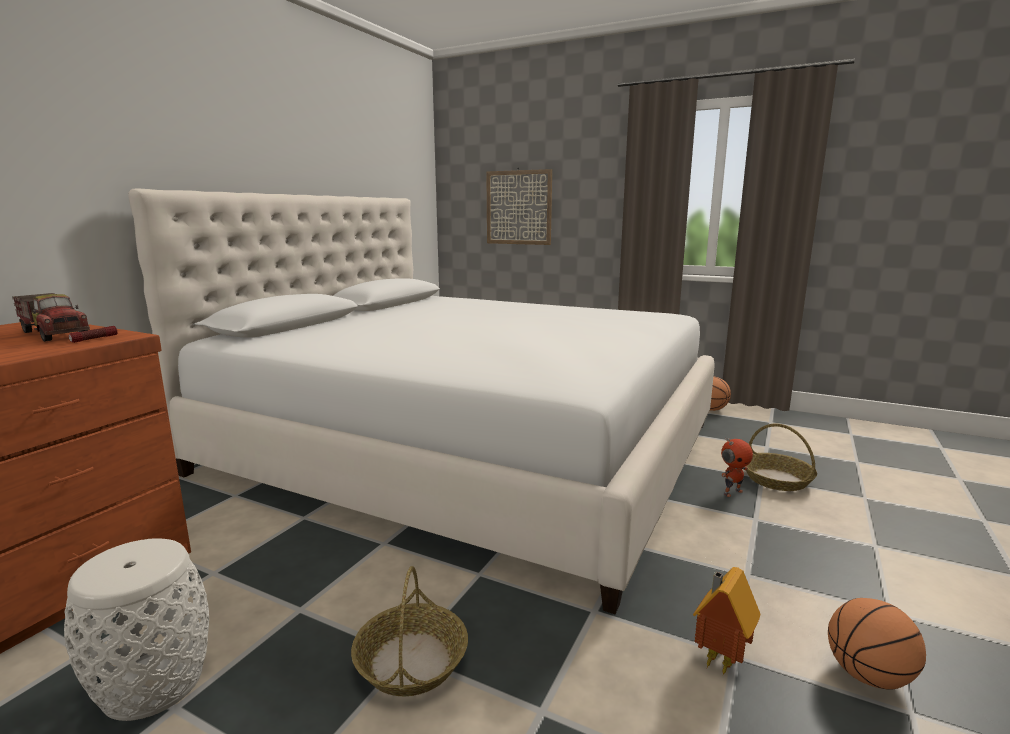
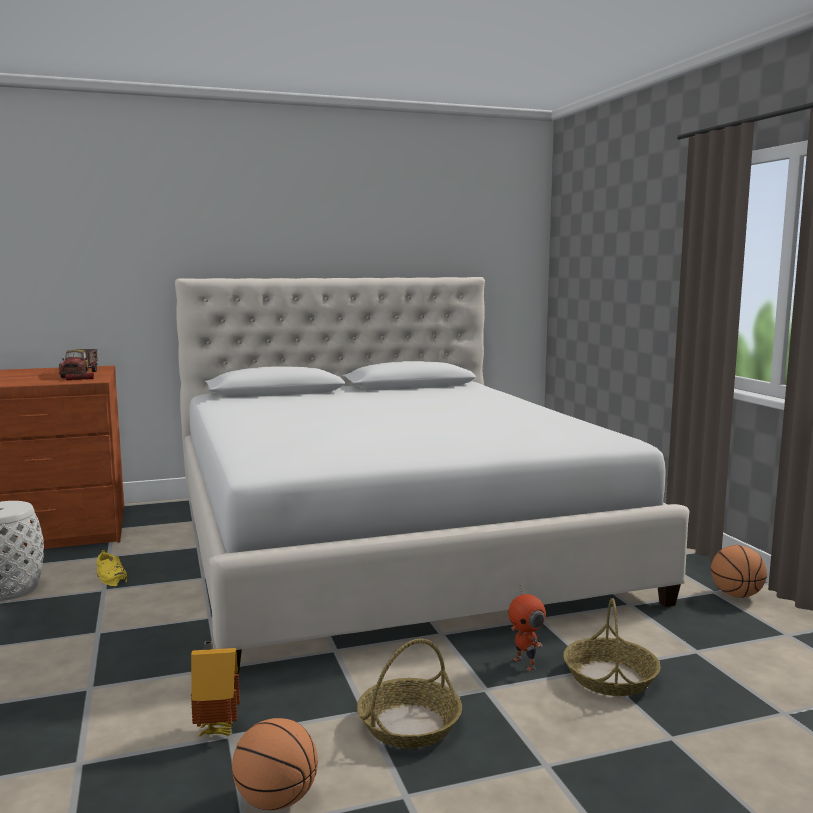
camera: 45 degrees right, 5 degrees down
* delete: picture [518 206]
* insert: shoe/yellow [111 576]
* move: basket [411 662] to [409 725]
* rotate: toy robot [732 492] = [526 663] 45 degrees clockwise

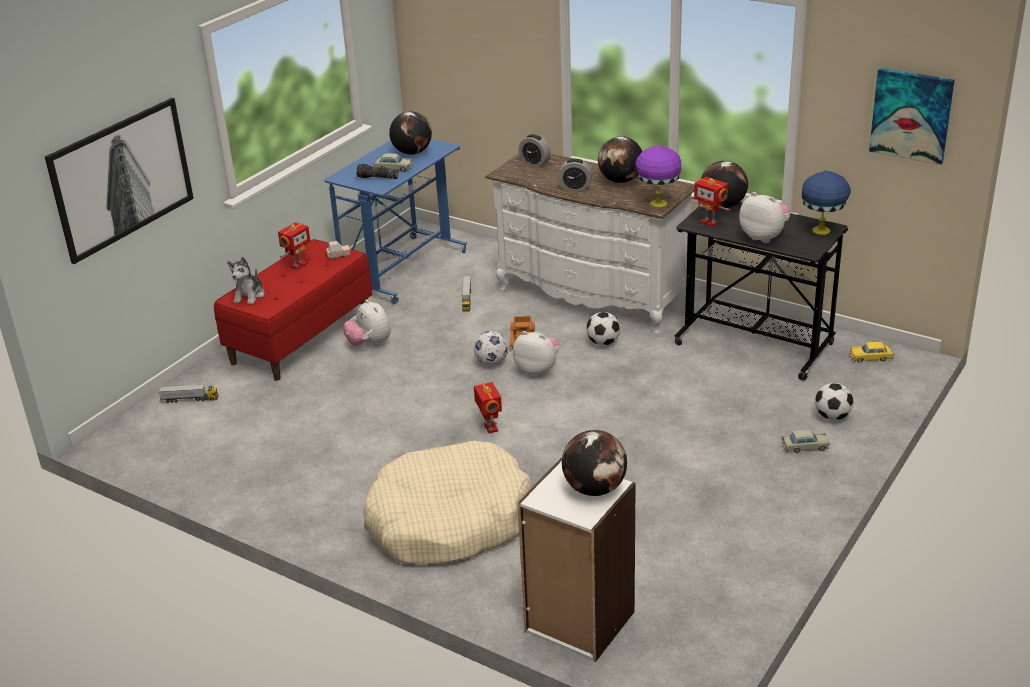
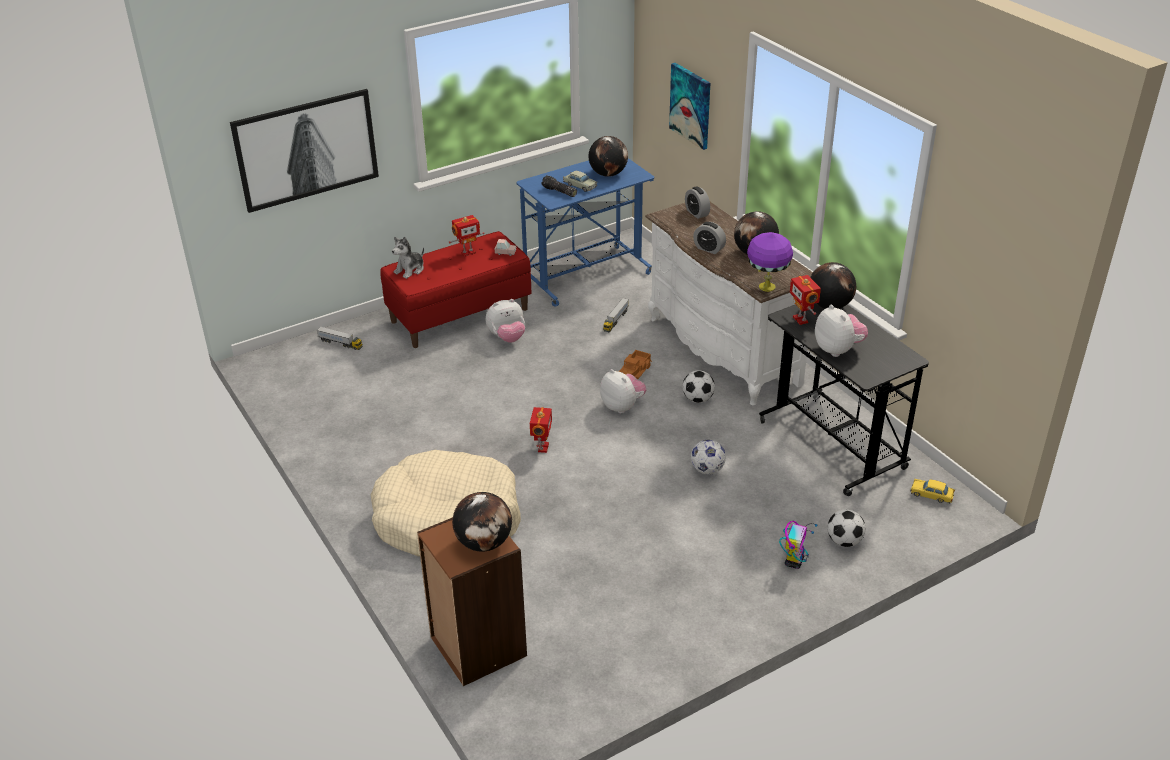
camera: 25 degrees right, 5 degrees up
* delete: table lamp/blue [822 230]
* move: football [491 362] to [707 470]
* move: picture [911 115] to [691 105]
* replace: toy car/beige [805 446] to toy robot [794 561]
* recolor: bookcase/white [579 622] to bookcase/brown [477 647]
* rotate: plush toy [369 344] = [507 338] 105 degrees counterclockwise

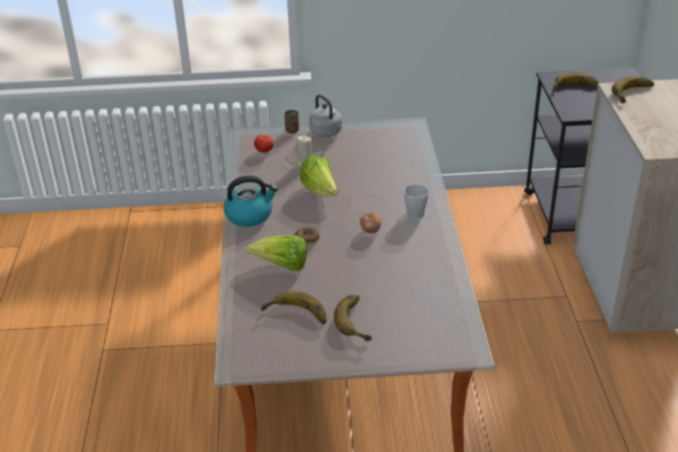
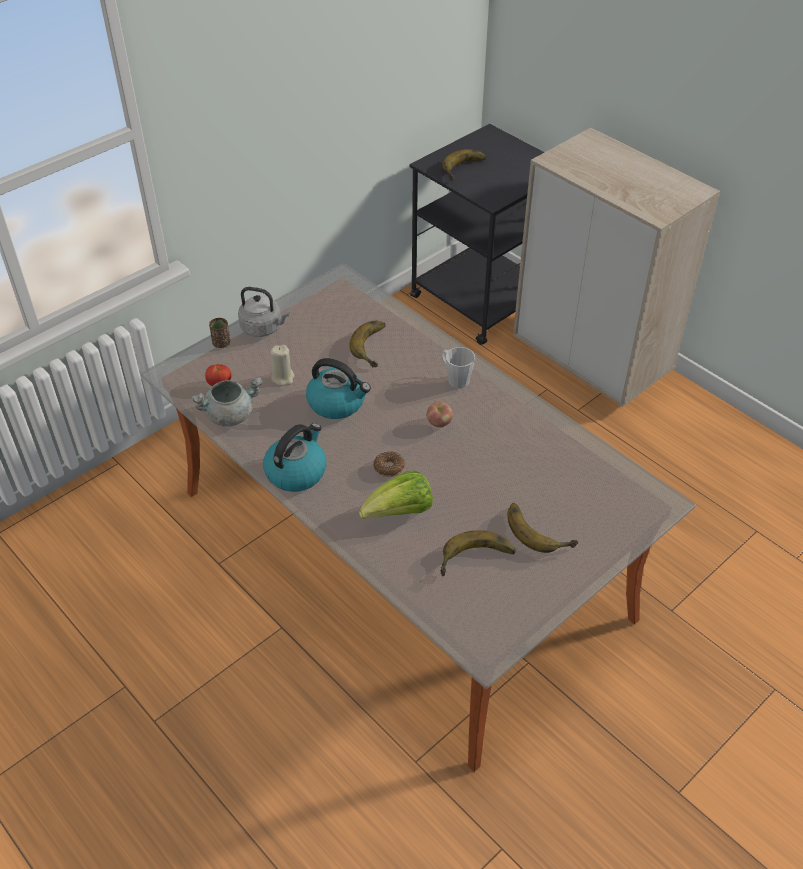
camera: 40 degrees left, 10 degrees up
* insert: cooking pot/grey [230 415]
* move: banana [635 94] to [375 346]
* replace: lettuce [320 191] to kettle [337 403]

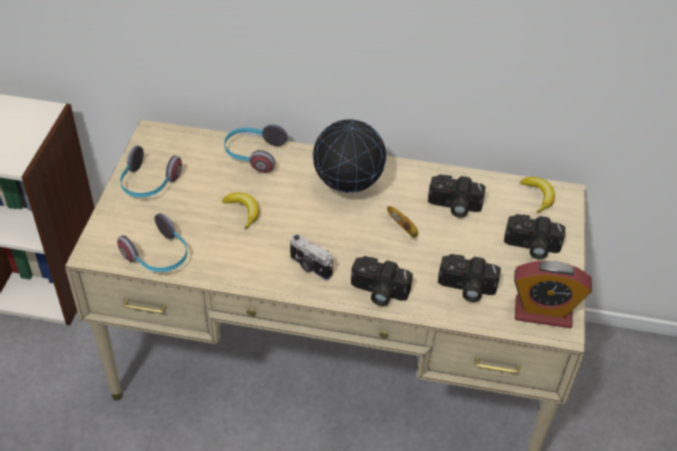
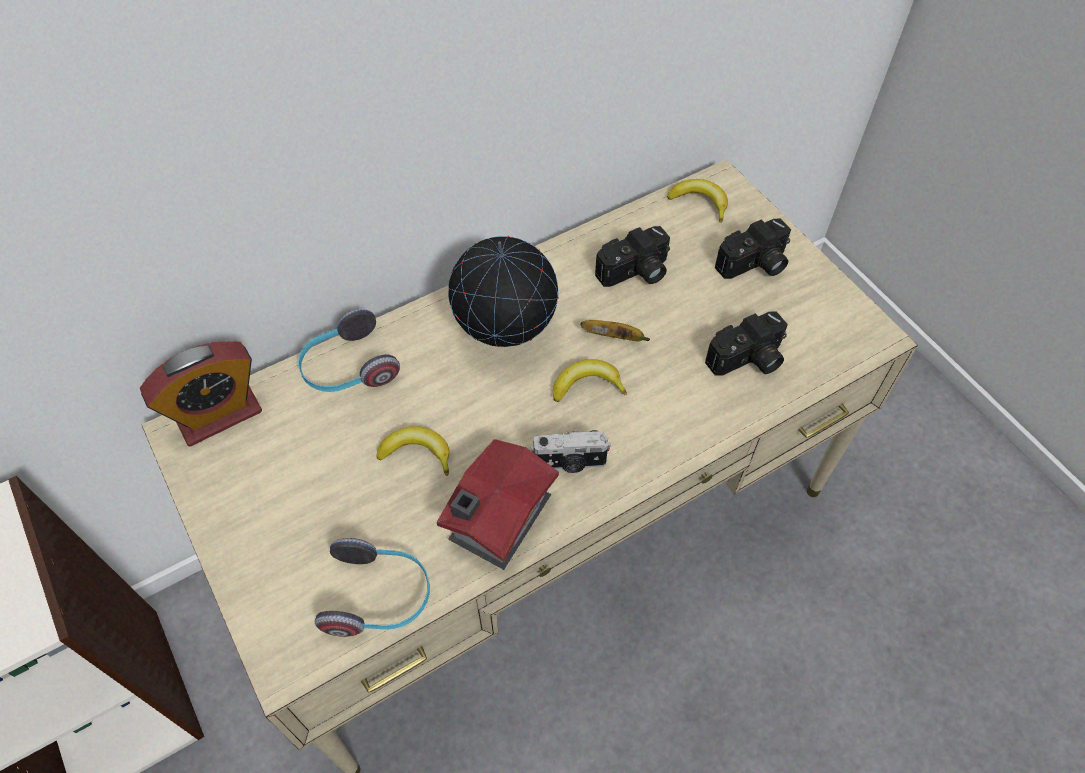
camera: 40 degrees left, 10 degrees up
* delete: headphones [148 184]
* delete: photo camera [378 292]
* insert: toy house [496 519]
* insert: banana [587 385]
* move: alarm clock [543 313] to [218 414]

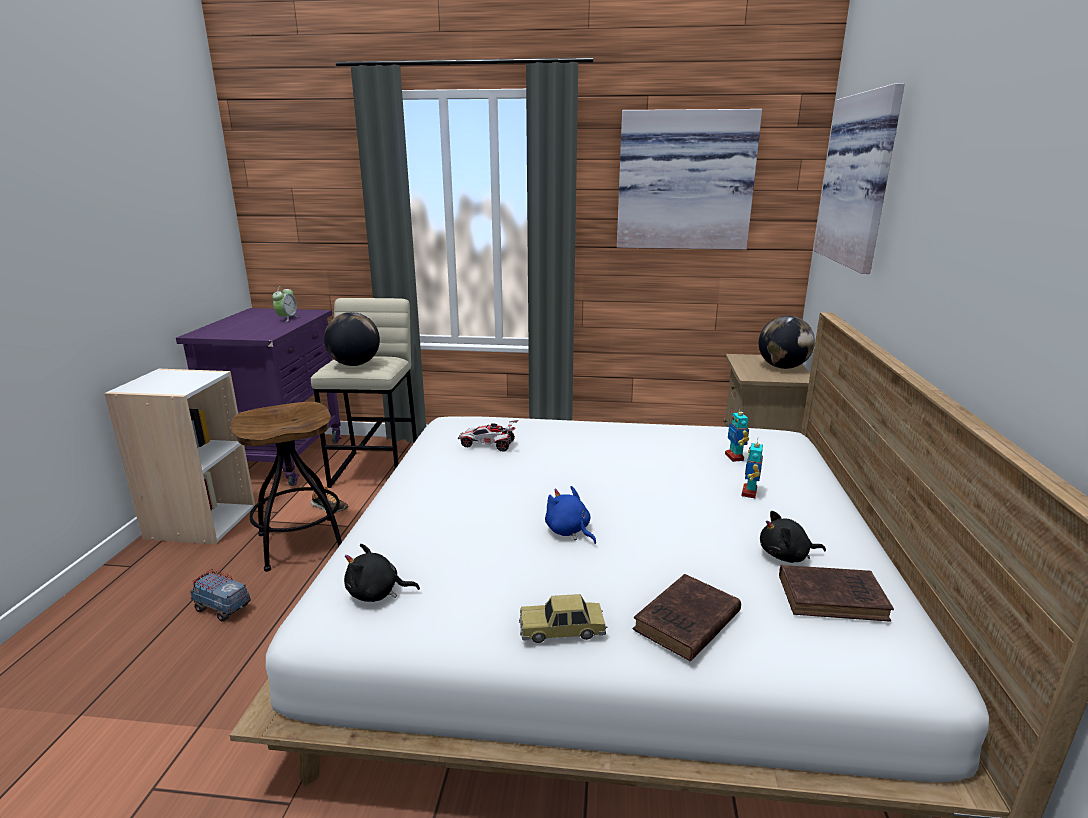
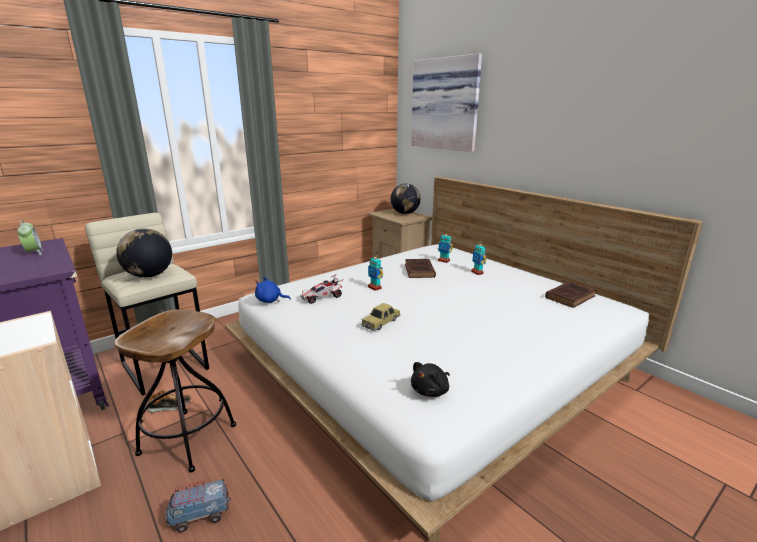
camera: 45 degrees left, 0 degrees up
* delete: picture [685 181]
* delete: plush toy/black [786 556]
* insert: toy robot [375 287]
* move: toy car [562 630] to [381 322]
* move: plush toy/blue [569 531] to [270 300]
* move: book/brown [685 623] to [419 271]

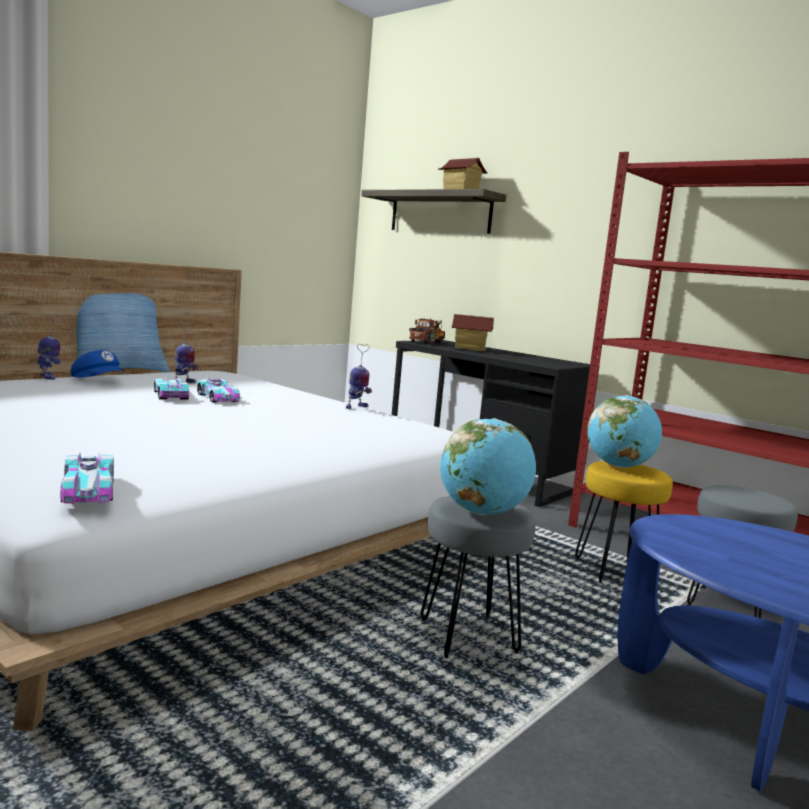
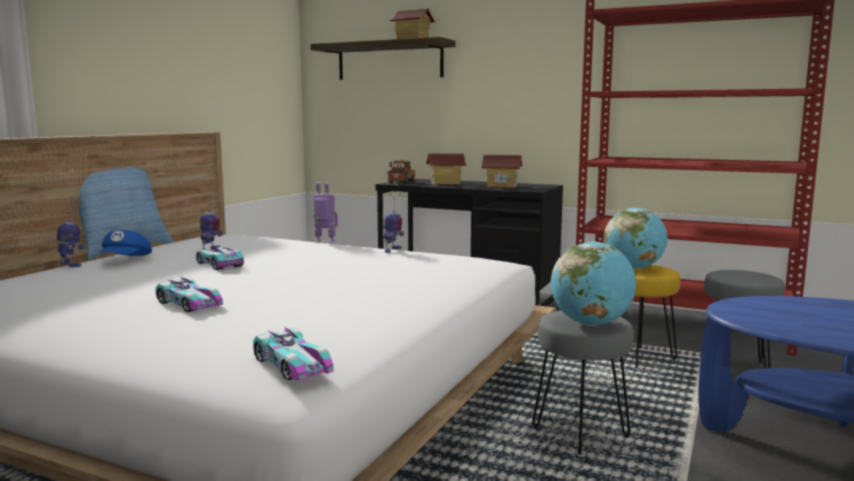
camera: 15 degrees left, 0 degrees up
* insert: toy robot [325 241]
* insert: toy house [501 186]
* move: toy car [218 398] to [189 303]
* rotate: cap/blue [98 381] = [126 261] 75 degrees clockwise

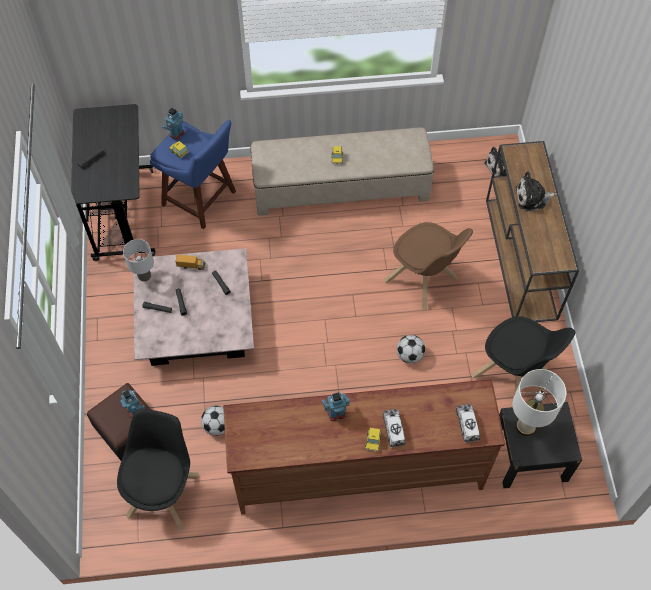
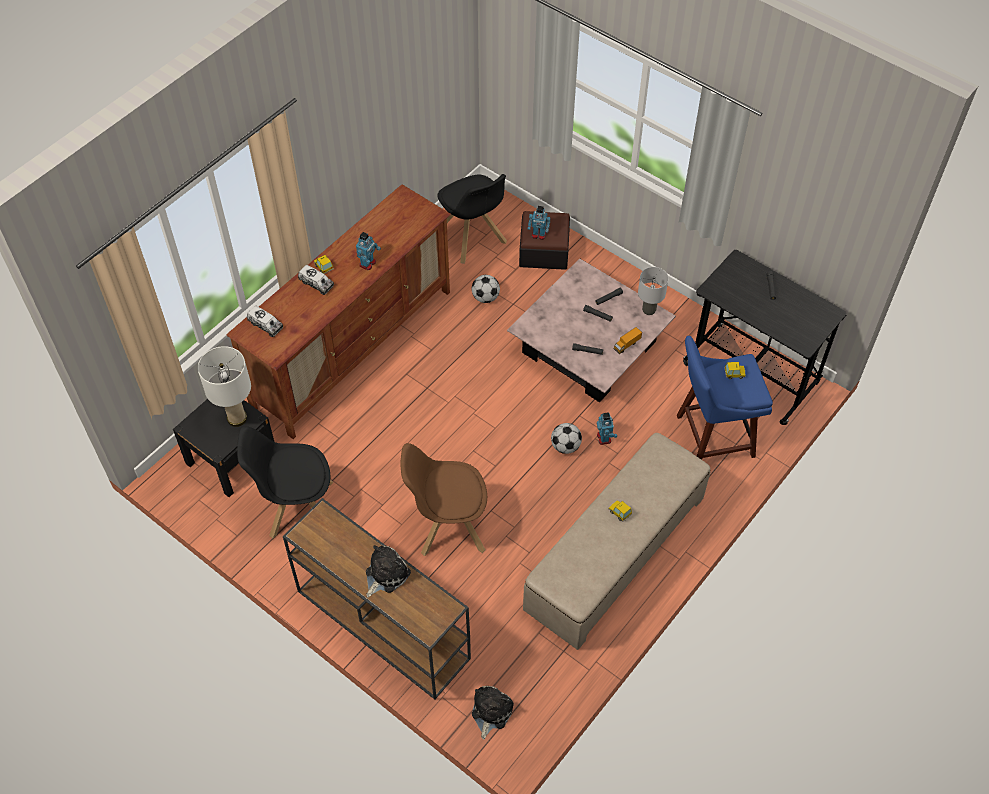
camera: 135 degrees right, 5 degrees down
* move: toy robot [176 134] to [604 438]
* move: football [409 355] to [565 446]

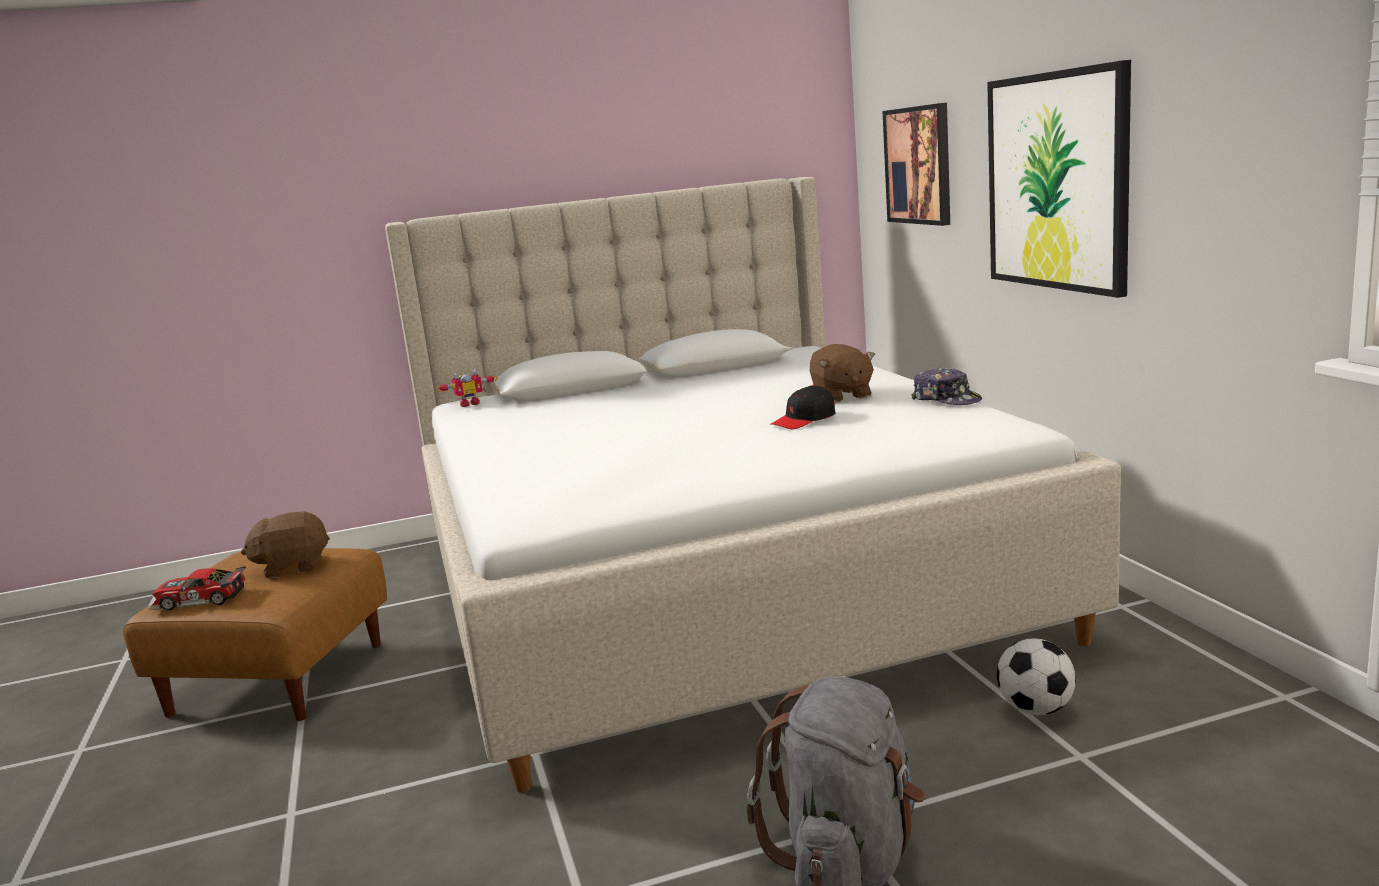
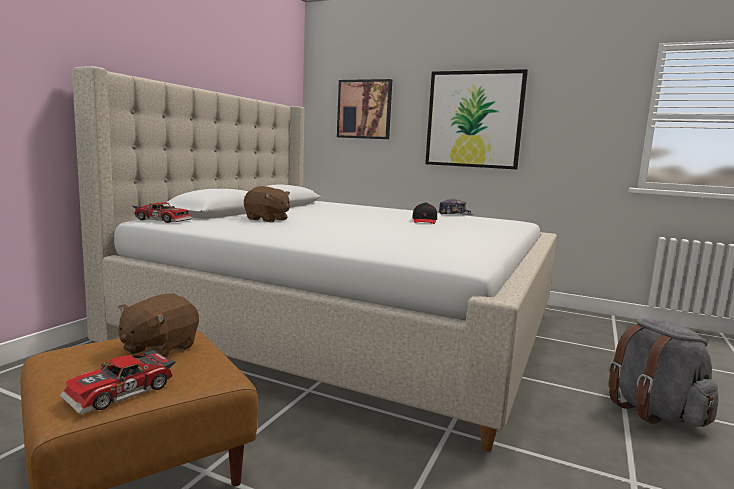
camera: 50 degrees left, 5 degrees down
* delete: football [1036 709]
* move: plush toy/brown [841 396] to [267 219]
* replace: toy robot [469 404] to toy car [164 220]

